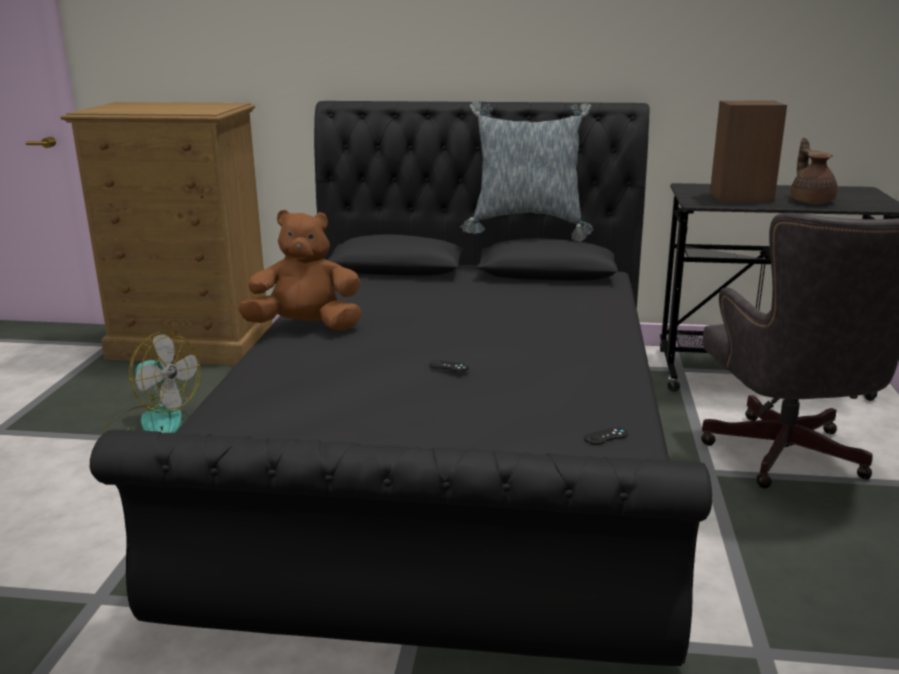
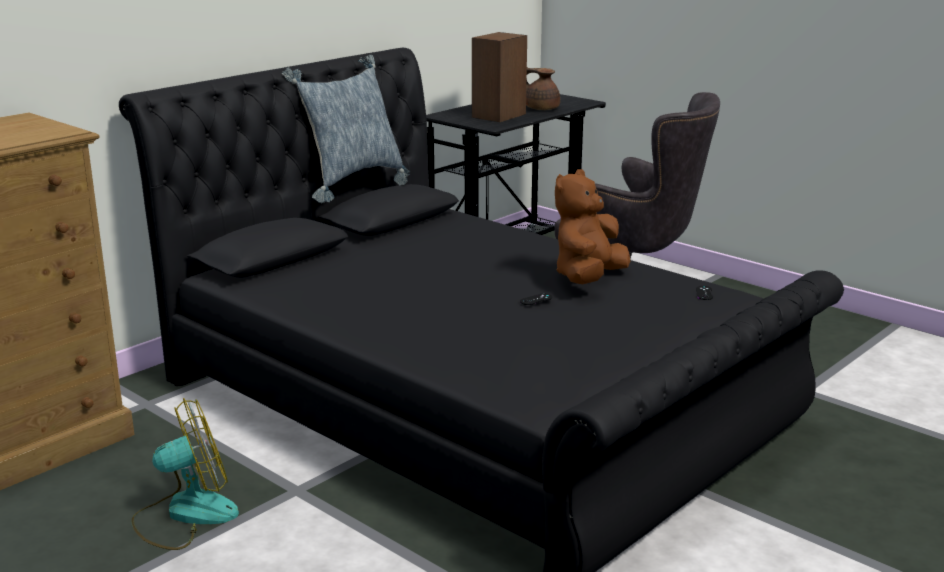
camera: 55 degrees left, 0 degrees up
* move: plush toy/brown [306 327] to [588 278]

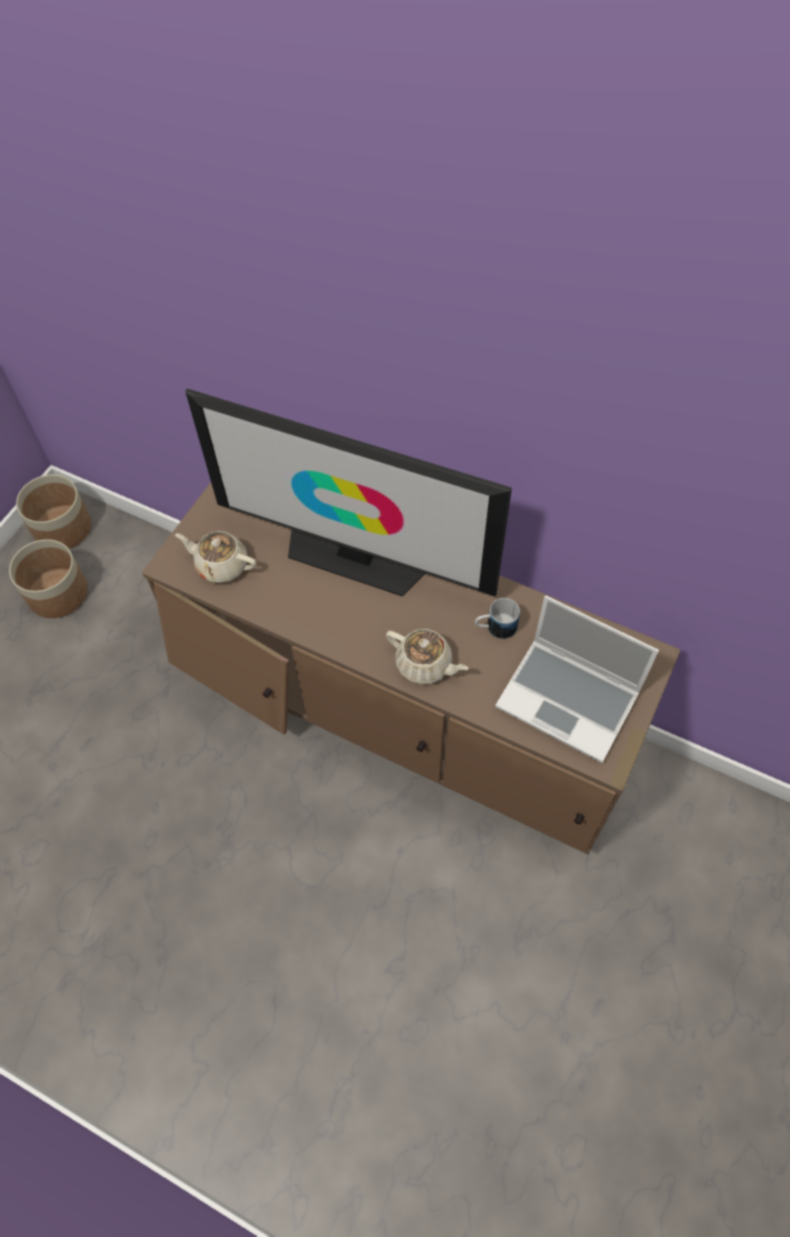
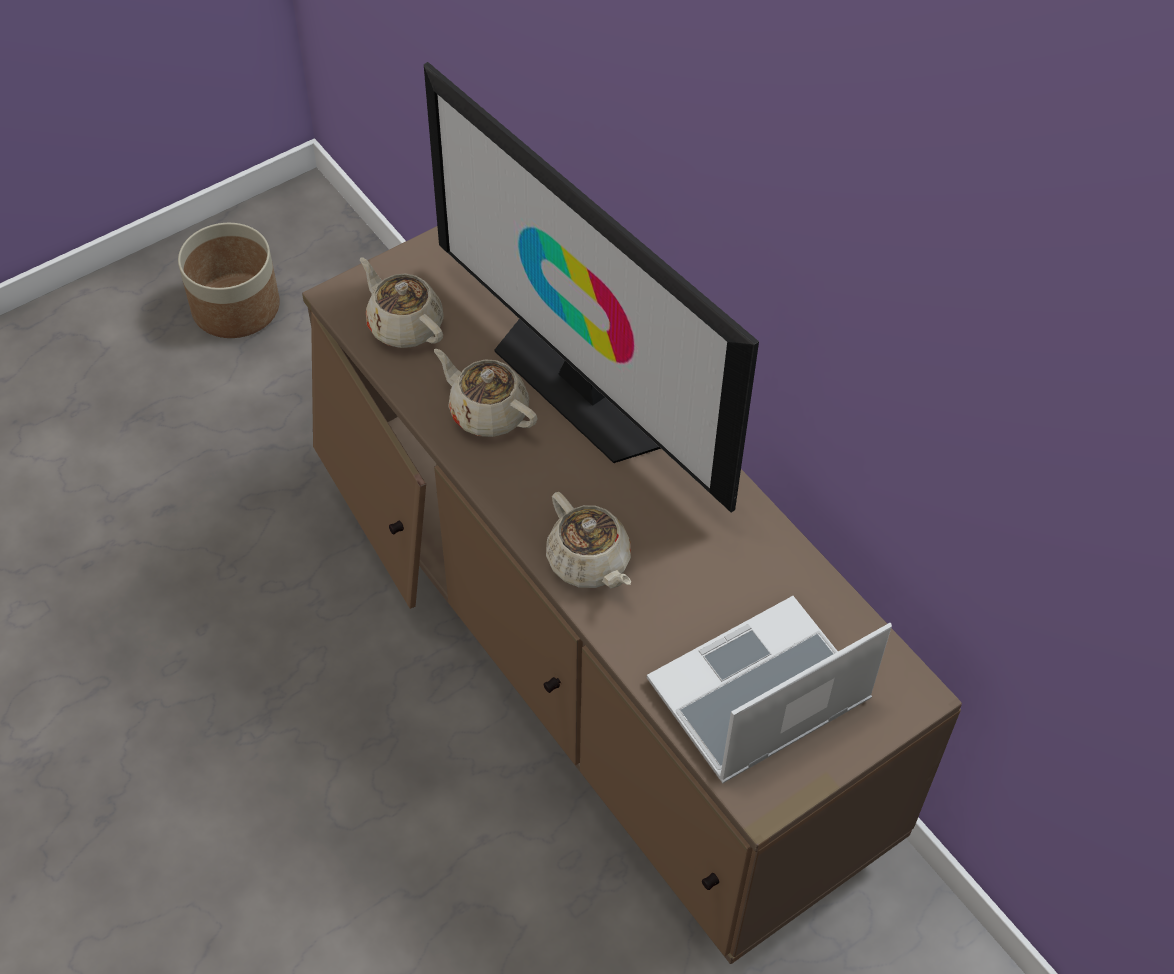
camera: 25 degrees right, 5 degrees down
* delete: planter [63 528]
* delete: mug [495 628]
* insert: teapot/beige [487 412]
* rotate: laptop [569 700] = [758 695] 90 degrees clockwise

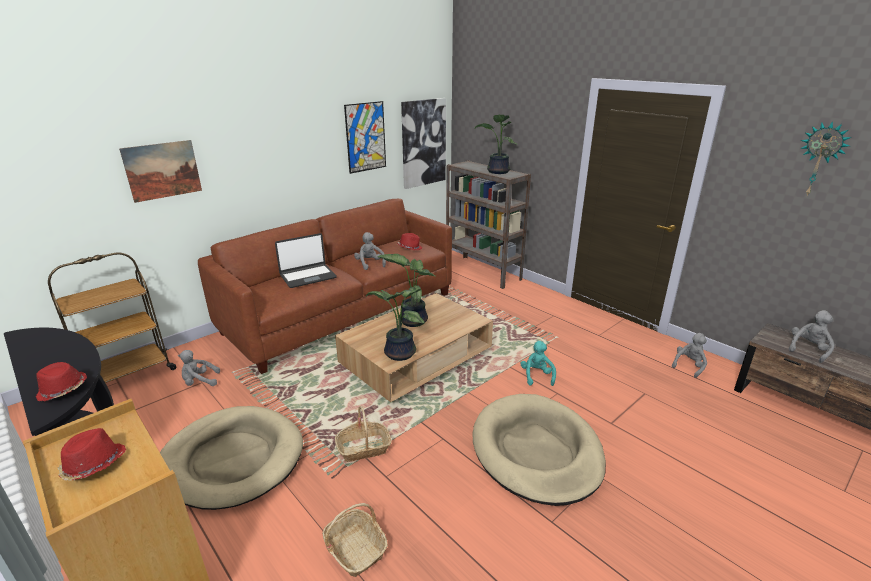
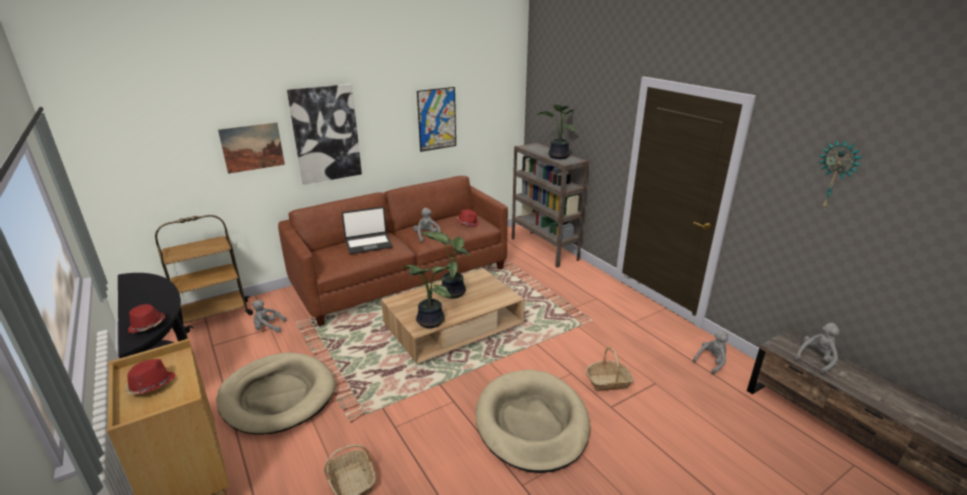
camera: 10 degrees right, 0 degrees up
* delete: plush toy/turquoise [537 376]
* move: basket [364 448] to [608 382]
* move: picture [423 143] to [326 134]

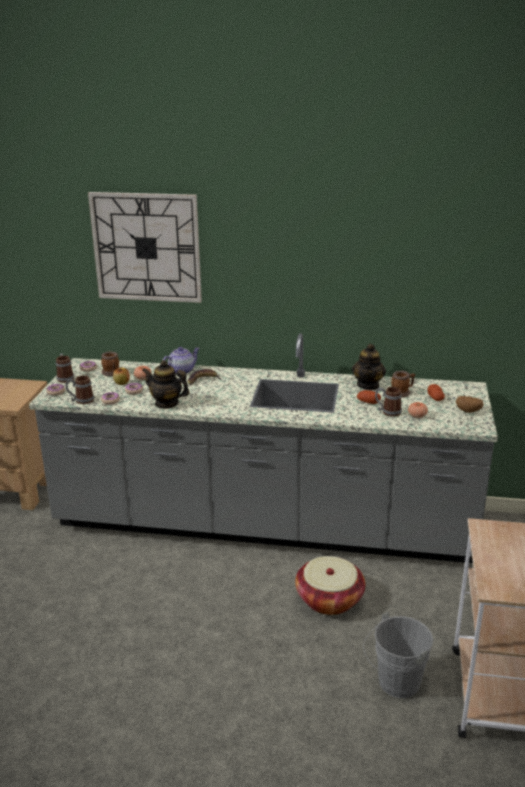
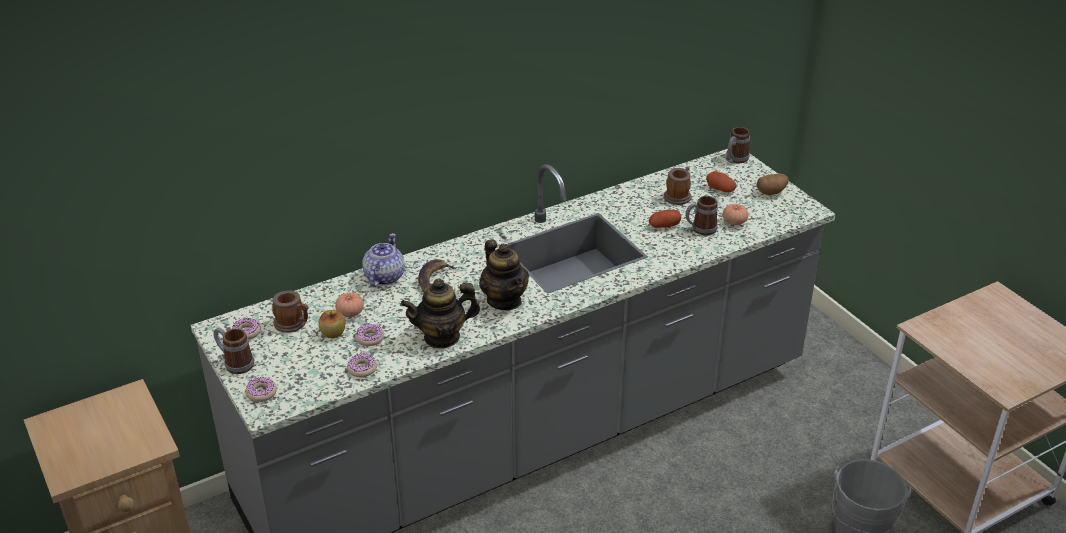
camera: 40 degrees left, 10 degrees up
* delete: wall clock [146 247]
* delete: basket [329 599]
* move: mug [81 400] to [735 160]
* move: teapot [368 385] to [504 300]

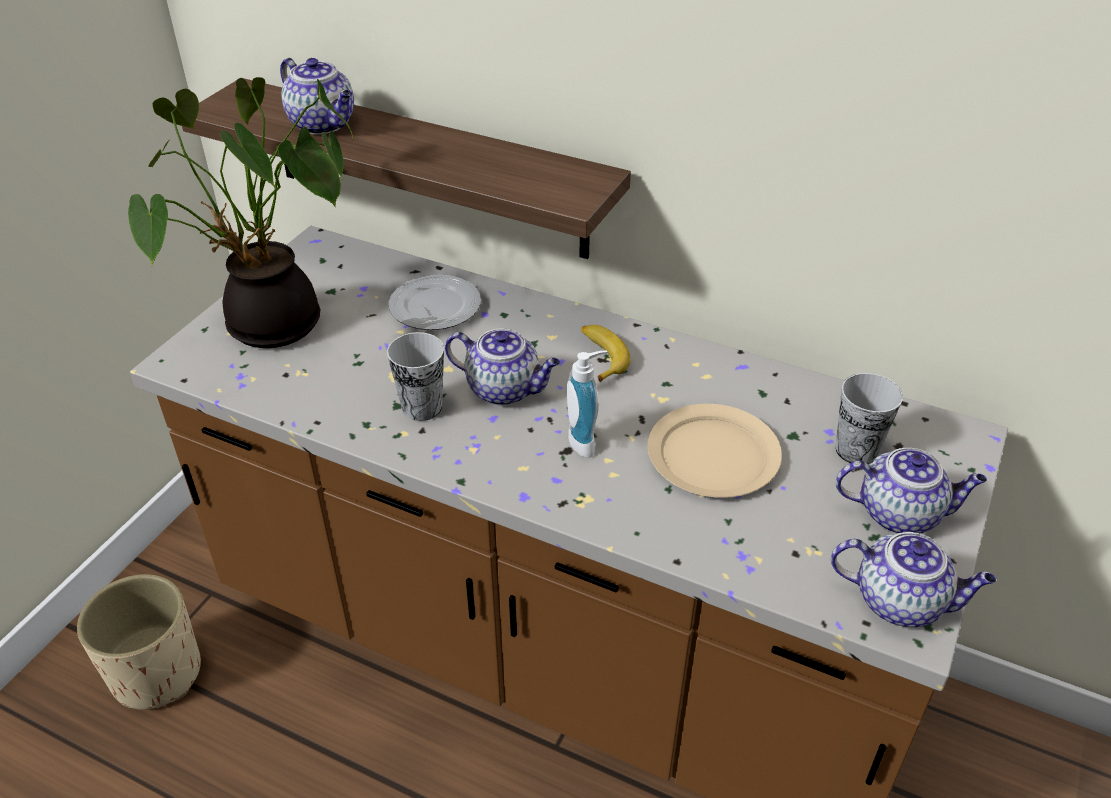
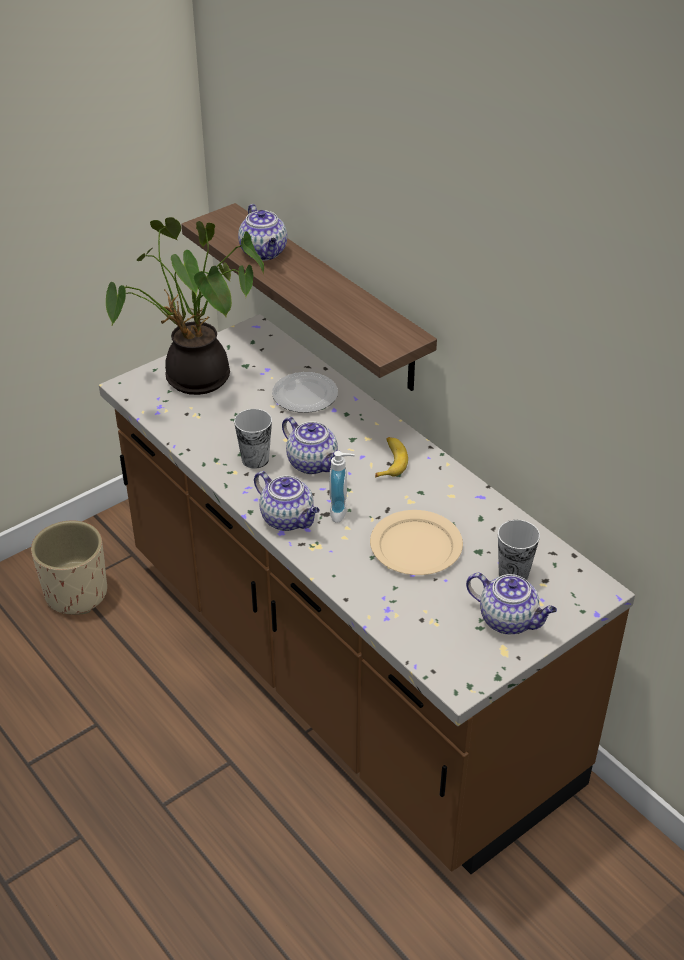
camera: 25 degrees right, 0 degrees up
* move: teapot [901 601] to [288 519]

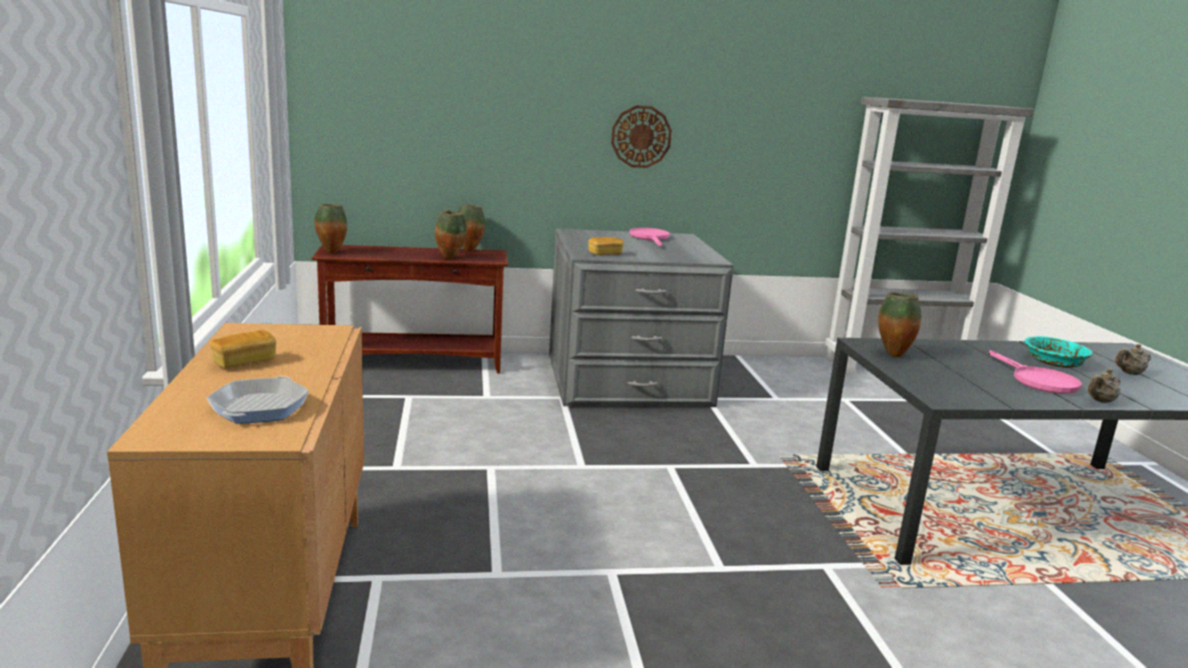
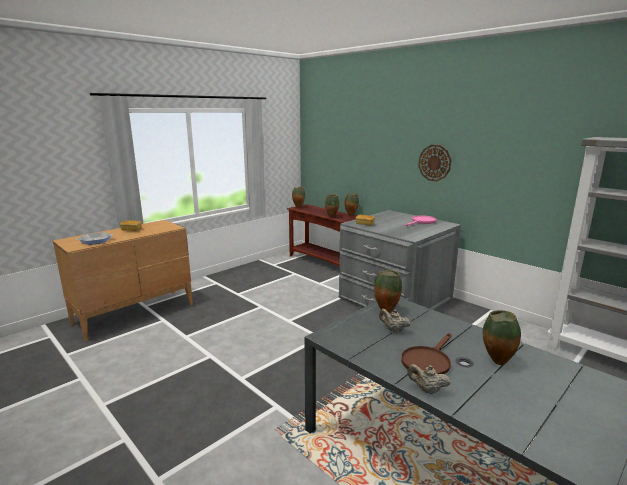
camera: 55 degrees right, 0 degrees up
* move: teapot/beige [1129 373] to [393 330]
* replace: bowl/turquoise [1054 362] to vase [496 362]
* recolor: frying pan/pink [1037 381] to frying pan/brown [428 361]

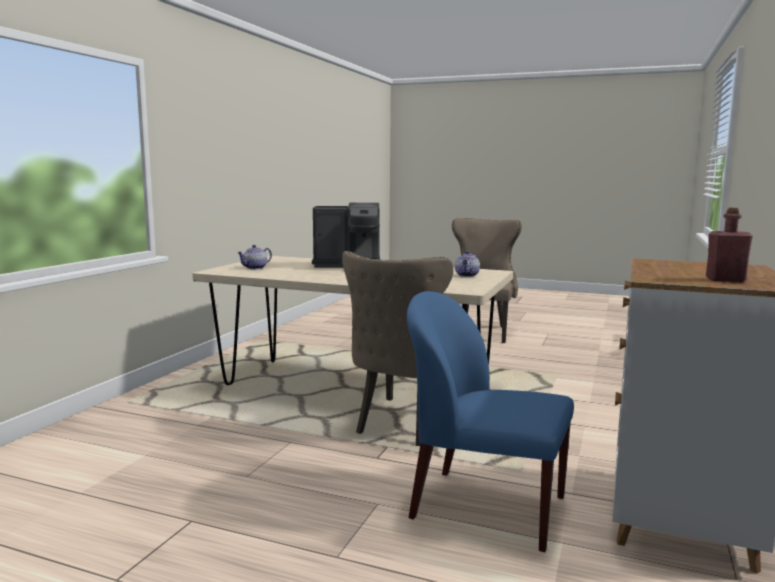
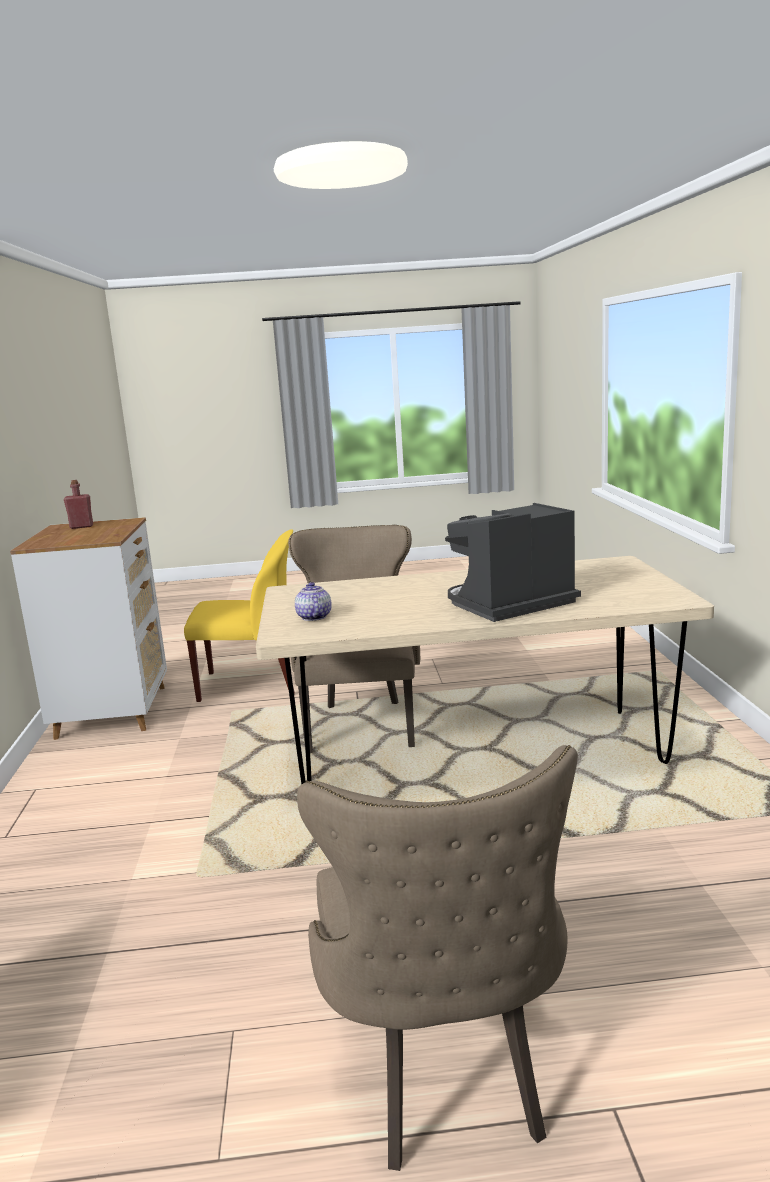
camera: 155 degrees right, 5 degrees up
* delete: teapot [255 268]
* recolor: chair/blue [484 507] to chair/yellow [253 684]

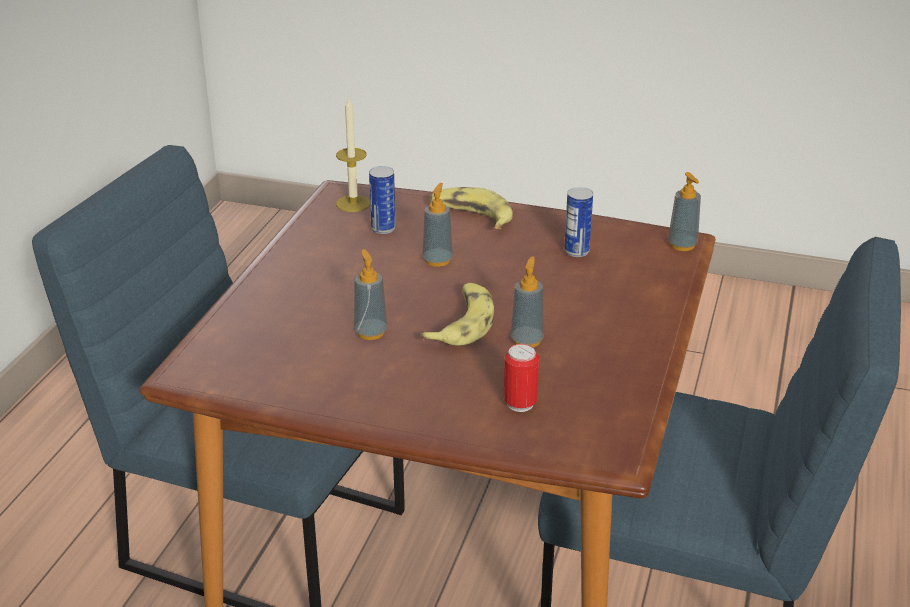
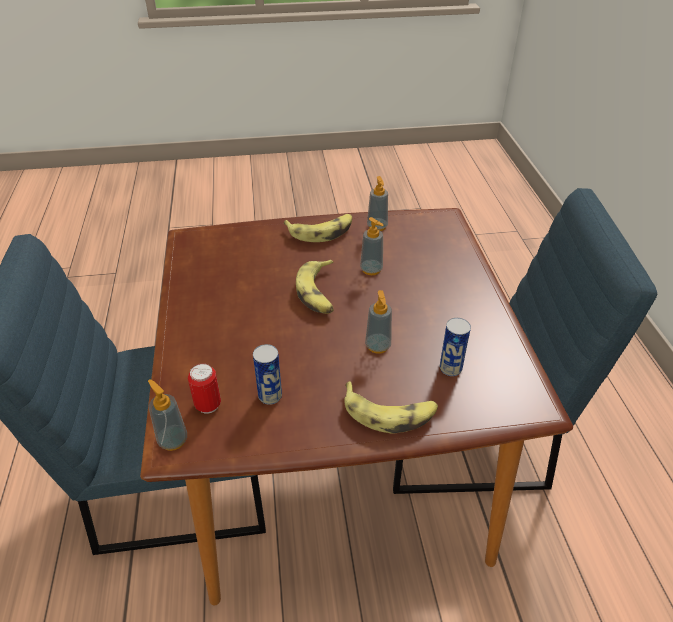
camera: 155 degrees right, 10 degrees up
* delete: candle [353 203]
* insert: banana [321 231]
* move: can [520 404] to [208 405]
* move: soap dispenser [527 340] to [377 226]

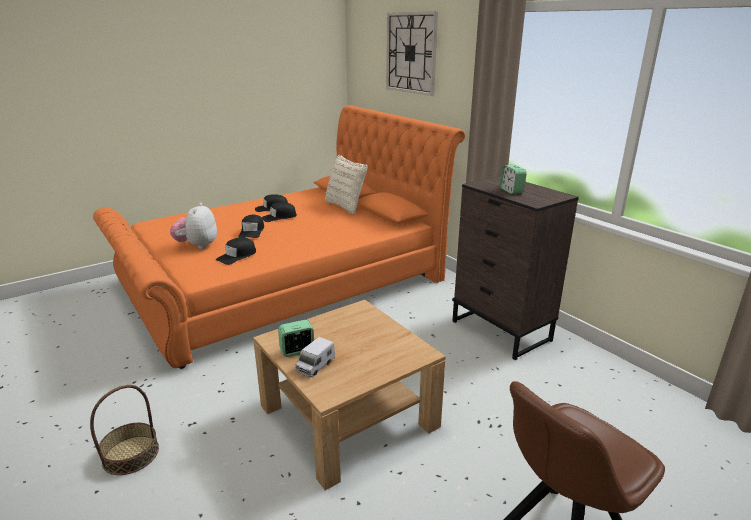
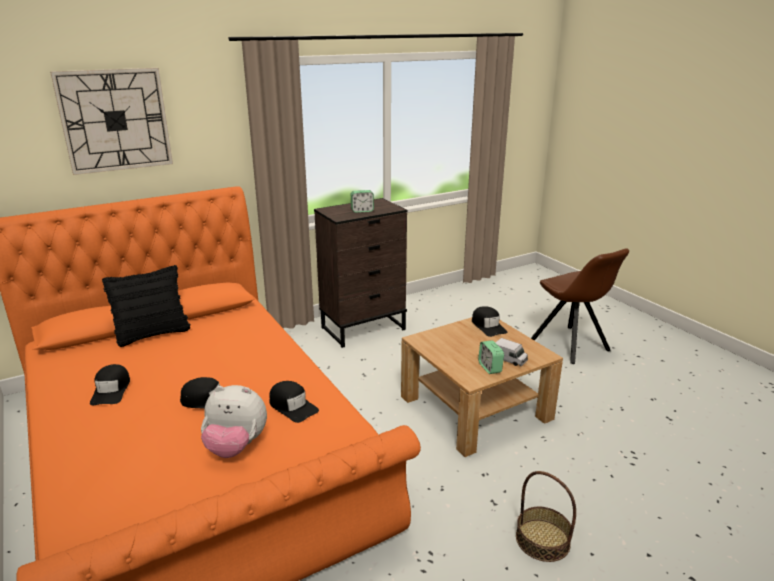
camera: 85 degrees left, 0 degrees up
* move: cap/black [279 217] to [488 326]
* recolor: pillow/beige [346 207] to pillow/black [153 334]

